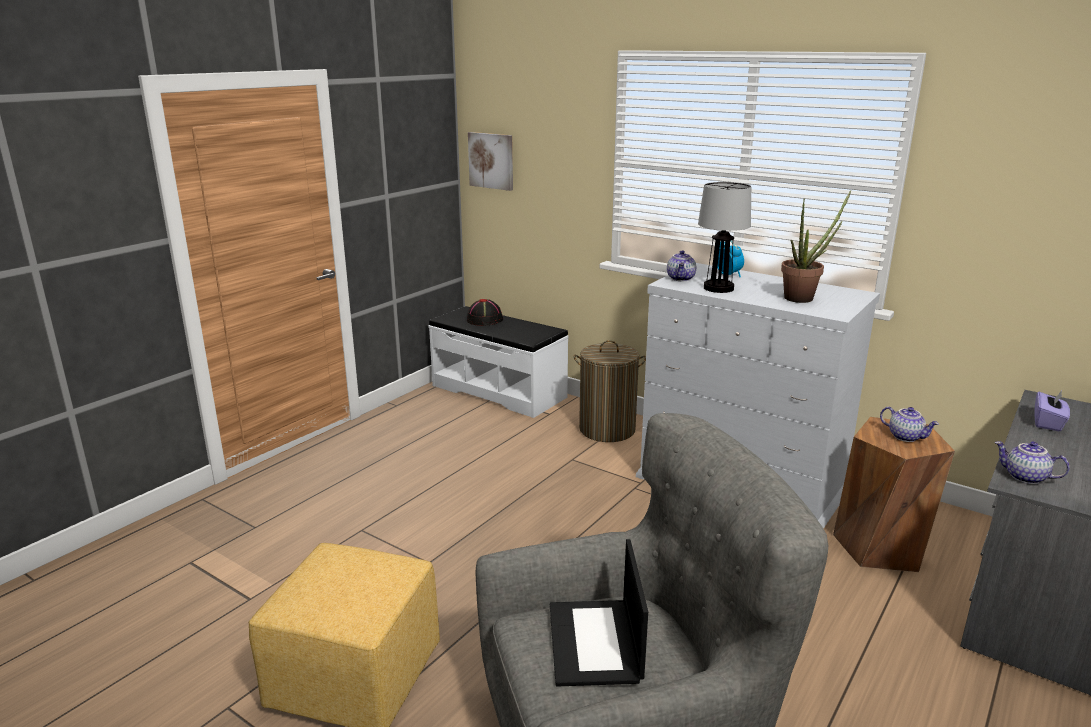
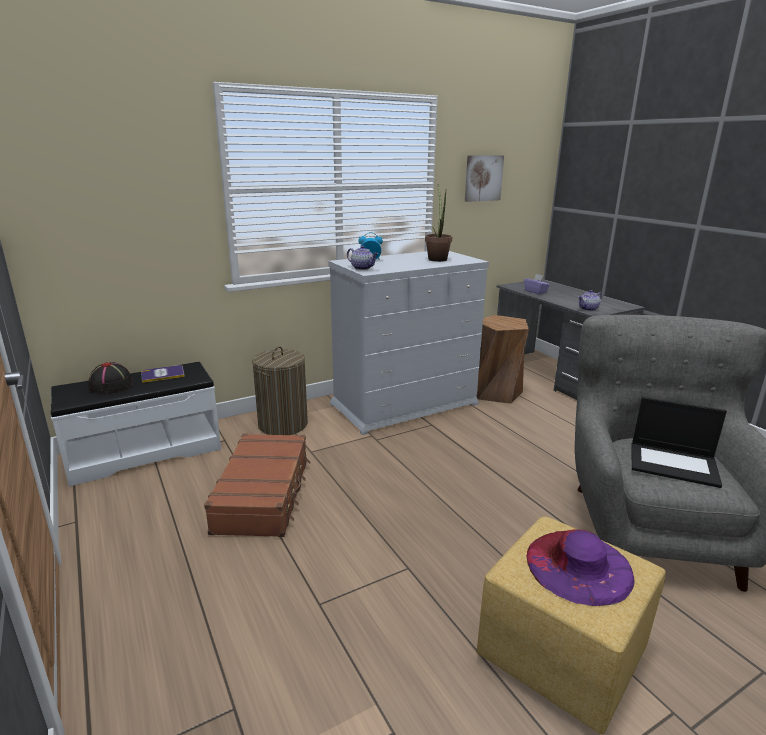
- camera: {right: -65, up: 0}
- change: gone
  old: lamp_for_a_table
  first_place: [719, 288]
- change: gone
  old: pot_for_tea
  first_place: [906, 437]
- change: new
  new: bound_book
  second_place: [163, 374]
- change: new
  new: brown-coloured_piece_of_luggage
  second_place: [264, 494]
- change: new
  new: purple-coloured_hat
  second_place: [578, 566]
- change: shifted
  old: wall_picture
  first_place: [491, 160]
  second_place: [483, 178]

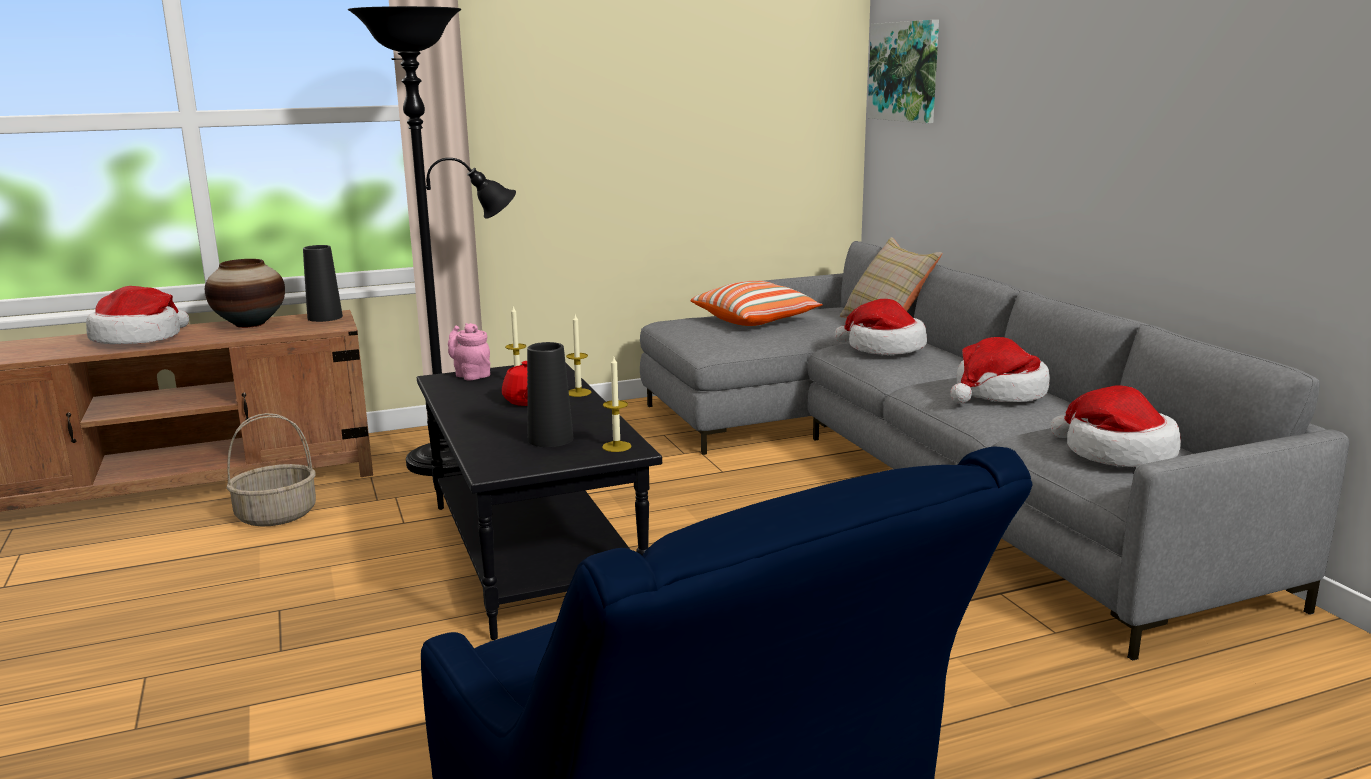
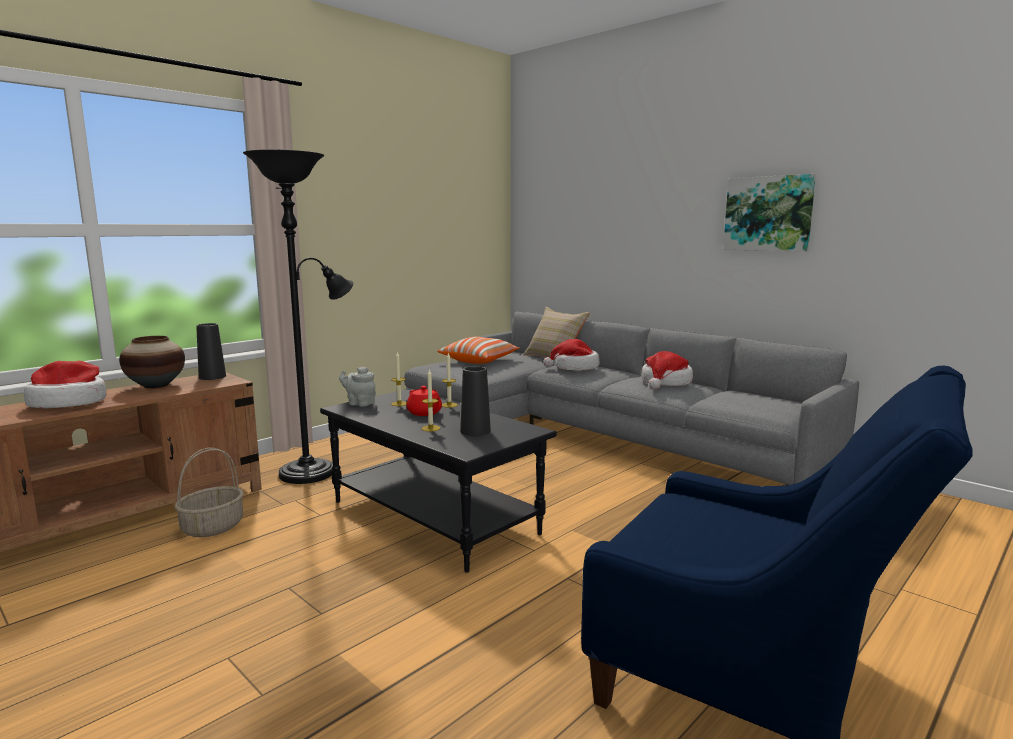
- camera: {right: -25, up: -5}
- change: gone
  old: hat
  first_place: [1116, 453]
- change: shifted
  old: candle
  first_place: [616, 446]
  second_place: [430, 428]
- change: shifted
  old: wall_picture
  first_place: [905, 71]
  second_place: [768, 213]
- change: repainted
  old: pink_pot_for_tea
  new: gray_pot_for_tea
  first_place: [471, 375]
  second_place: [359, 403]

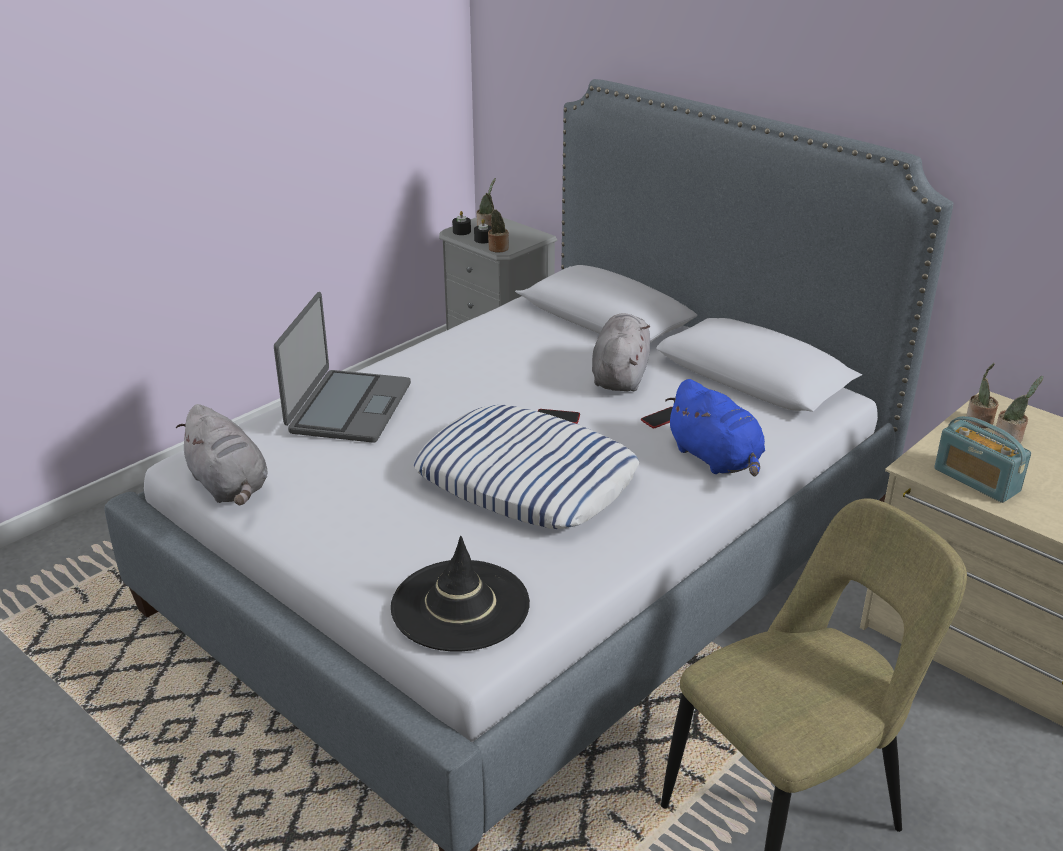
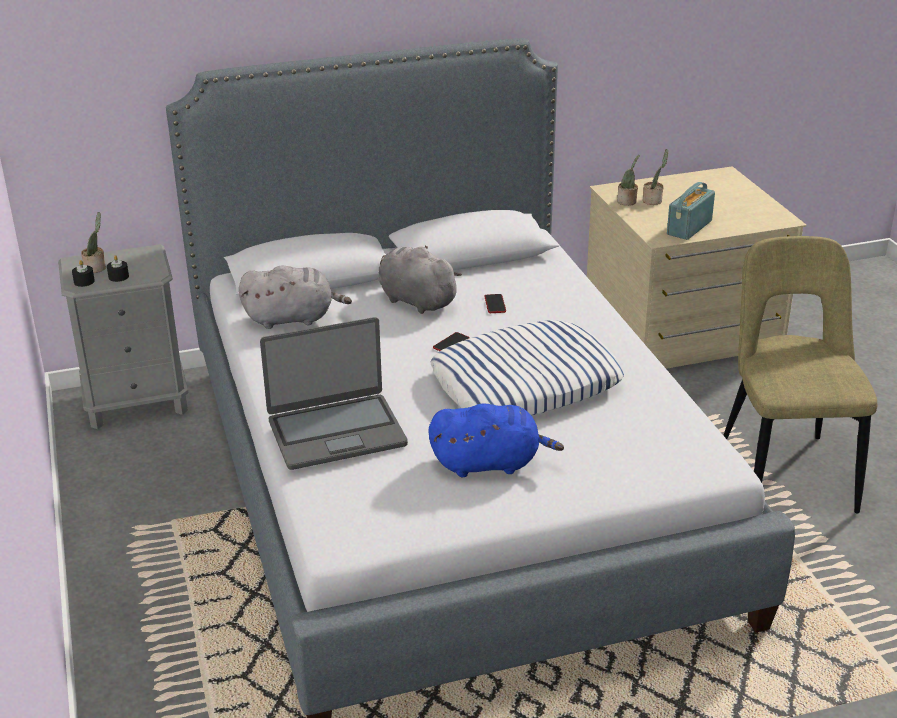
- camera: {right: -60, up: 0}
- change: gone
  old: black_hat
  first_place: [460, 606]
- change: gone
  old: potted_plant
  first_place: [497, 248]
- change: shifted
  old: gray_plush_toy
  first_place: [229, 486]
  second_place: [293, 318]
- change: shifted
  old: blue-coloured_plush_toy
  first_place: [716, 459]
  second_place: [490, 463]
- change: rotated
  old: laptop
  first_place: [348, 408]
  second_place: [336, 432]
  degrees: 120
- change: rotated
  old: radio_receiver
  first_place: [976, 480]
  second_place: [689, 227]
  degrees: 135

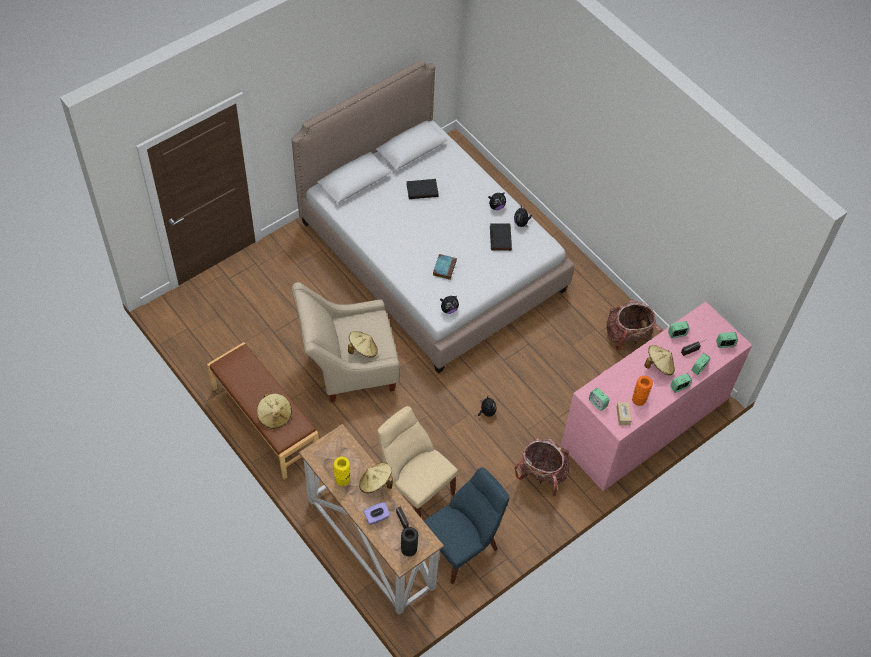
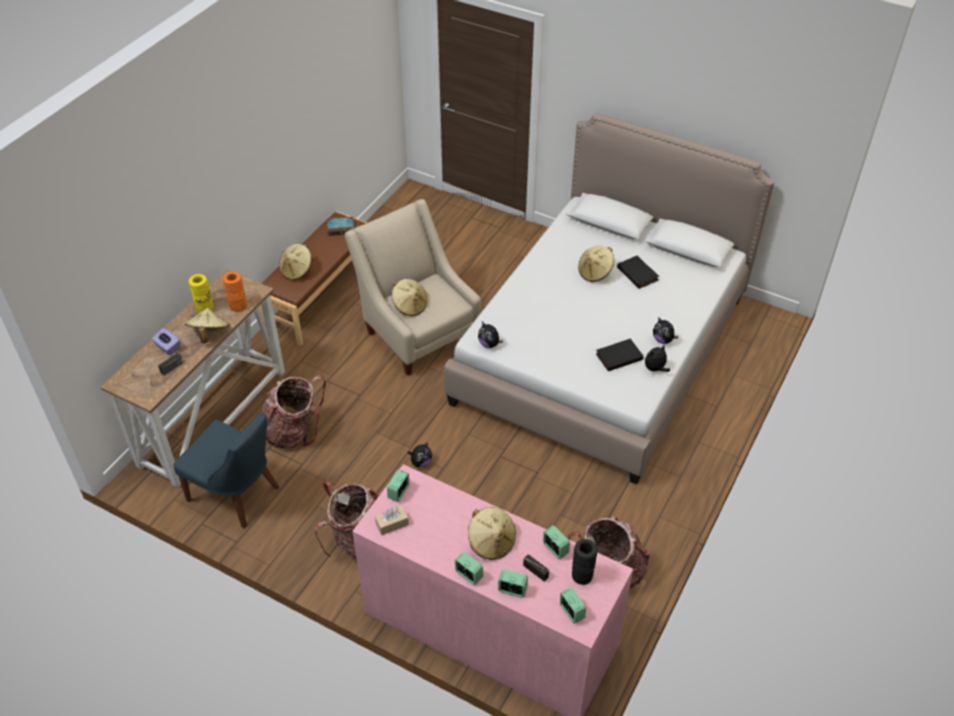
- camera: {right: 70, up: -10}
- change: new
  new: sand-coloured_hat
  second_place: [595, 272]
- change: shifted
  old: black_flower_vase
  first_place: [409, 549]
  second_place: [582, 575]
- change: shifted
  old: bound_book
  first_place: [444, 267]
  second_place: [341, 228]
- change: shifted
  old: orangey_flower_vase
  first_place: [639, 399]
  second_place: [238, 306]
- change: swapped
  old: sand-coloured_chair
  new: backpack
  first_place: [414, 487]
  second_place: [294, 431]

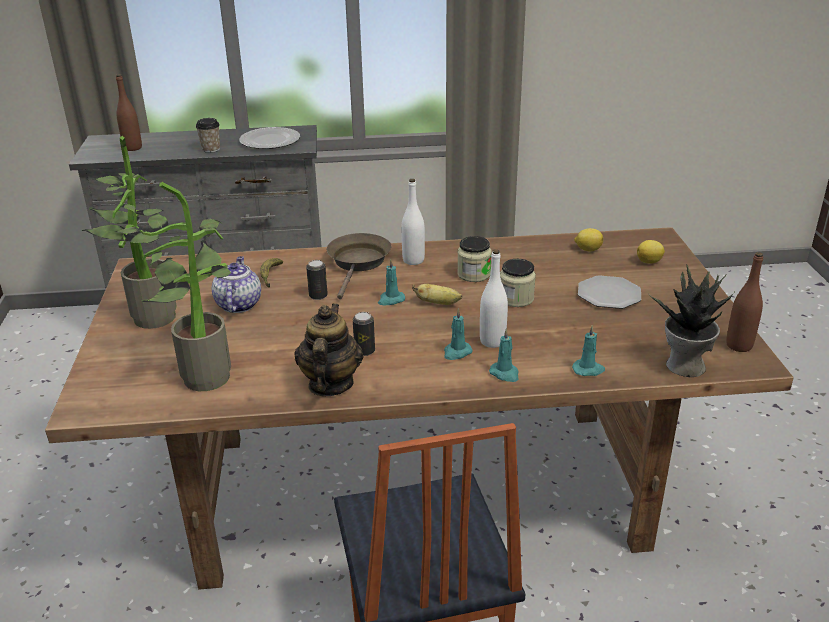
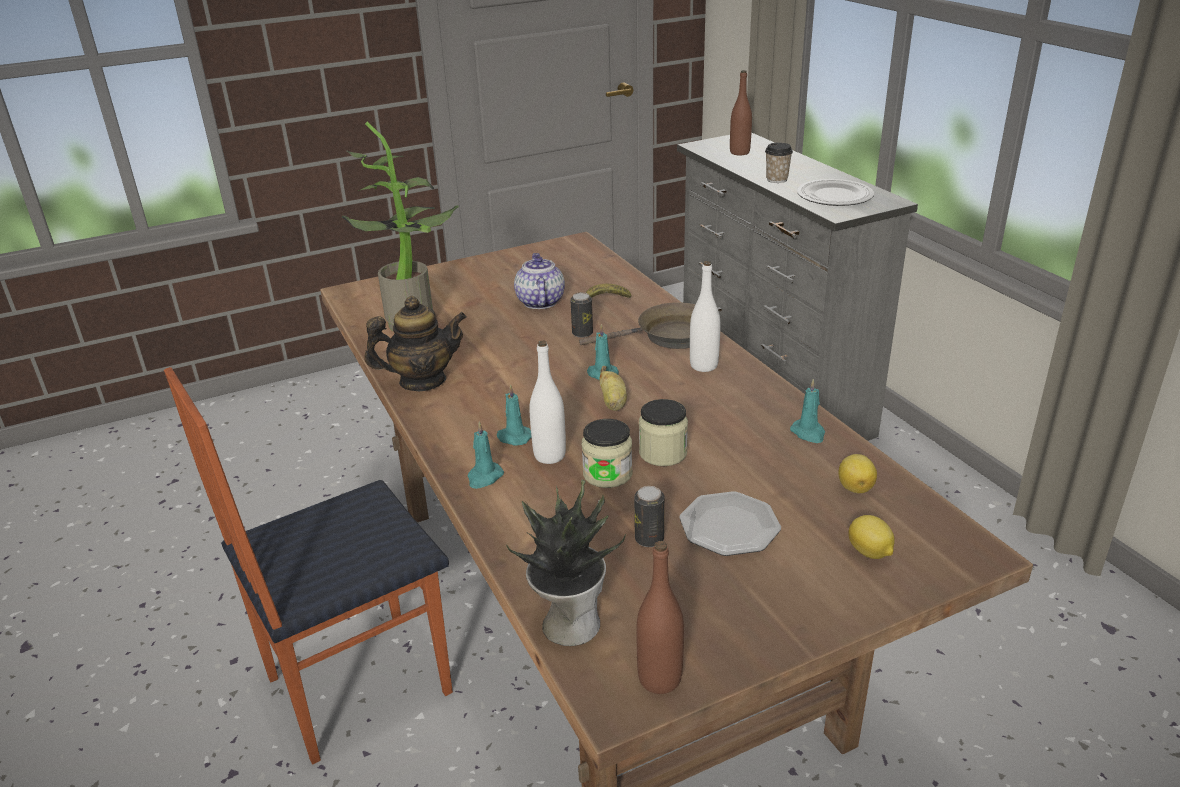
- camera: {right: 70, up: 0}
- change: gone
  old: potted_plant
  first_place: [147, 318]
- change: shifted
  old: sealed_can
  first_place: [364, 351]
  second_place: [649, 539]
- change: shifted
  old: preserve_jar
  first_place: [474, 274]
  second_place: [607, 474]
- change: shifted
  old: turquoise_candle
  first_place: [588, 369]
  second_place: [808, 433]
- change: rotated
  old: pot_for_tea
  first_place: [238, 304]
  second_place: [539, 301]
  degrees: -75

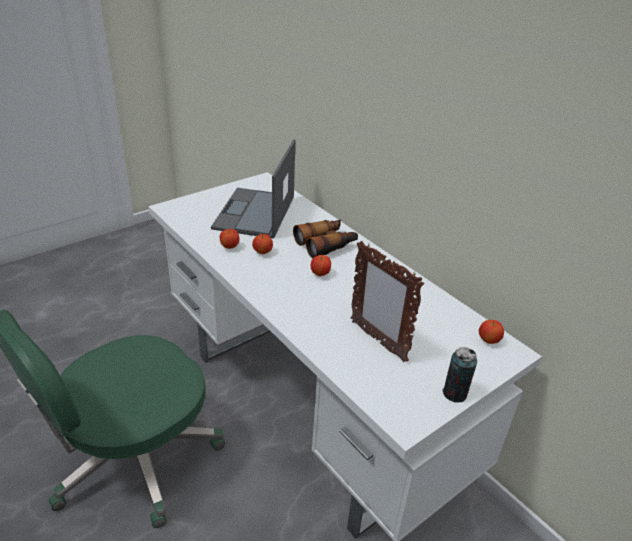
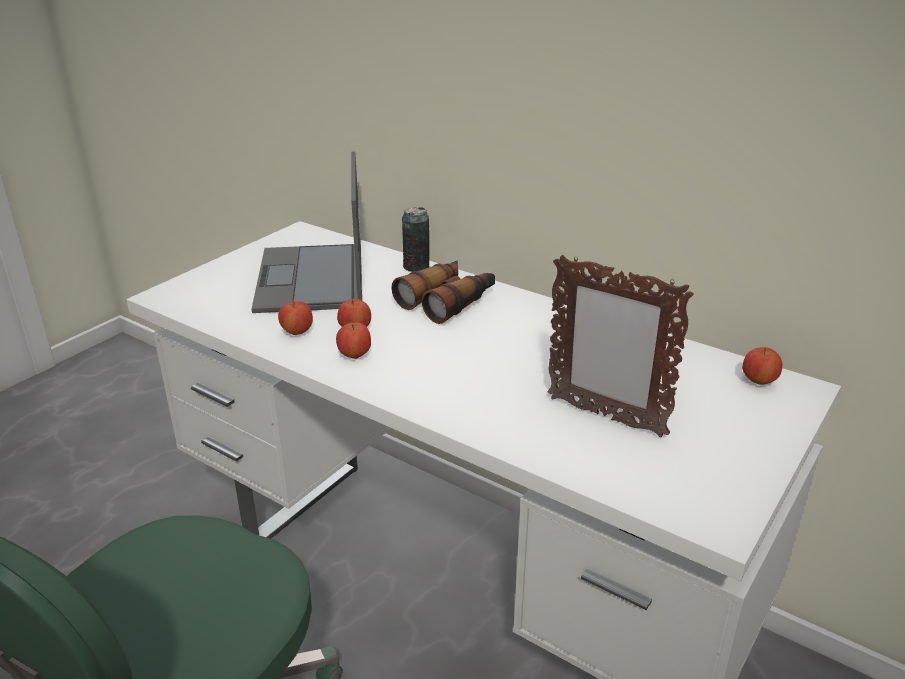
- camera: {right: -15, up: -5}
- change: shifted
  old: apple
  first_place: [320, 274]
  second_place: [355, 355]
- change: shifted
  old: sealed_can
  first_place: [454, 393]
  second_place: [416, 267]

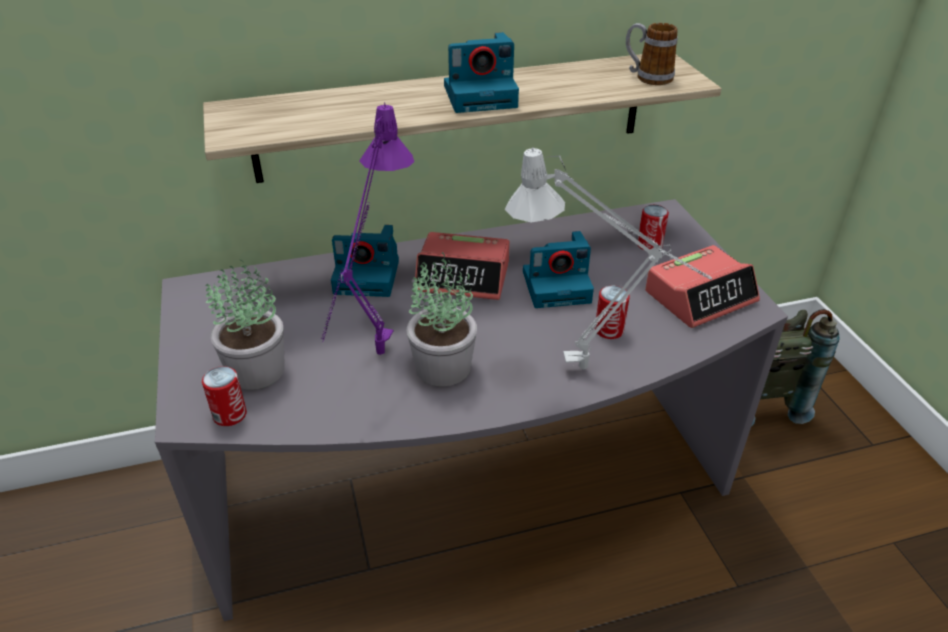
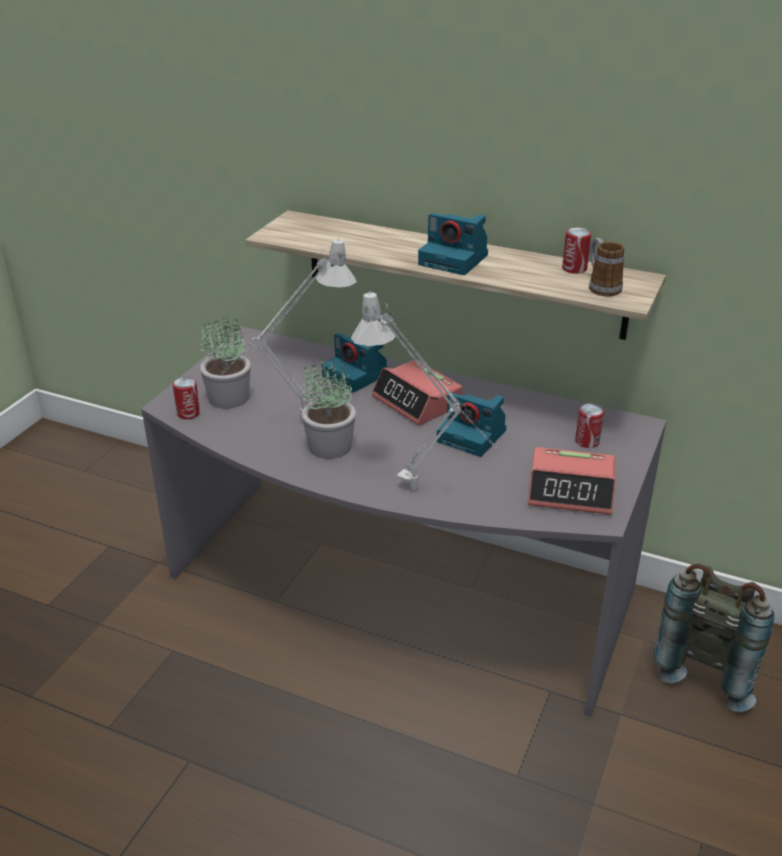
- camera: {right: 40, up: -5}
- change: shifted
  old: sealed_can
  first_place: [609, 330]
  second_place: [574, 268]
- change: repainted
  old: purple-coloured_lamp_for_a_table
  new: gray_lamp_for_a_table
  first_place: [376, 363]
  second_place: [295, 425]

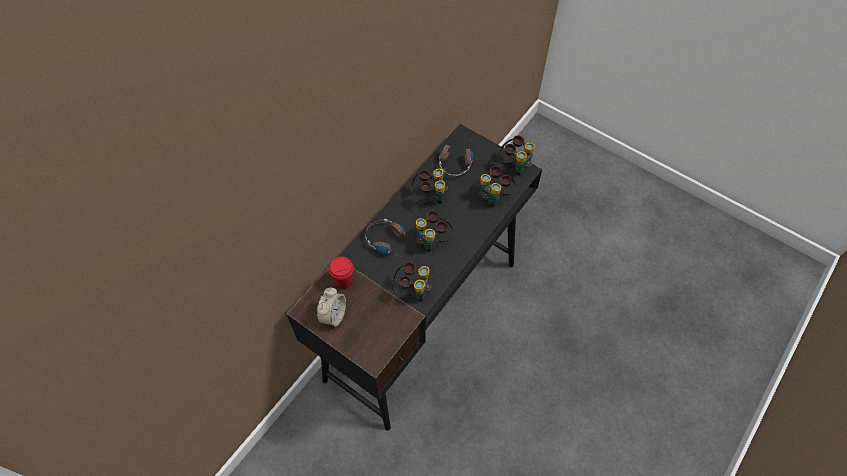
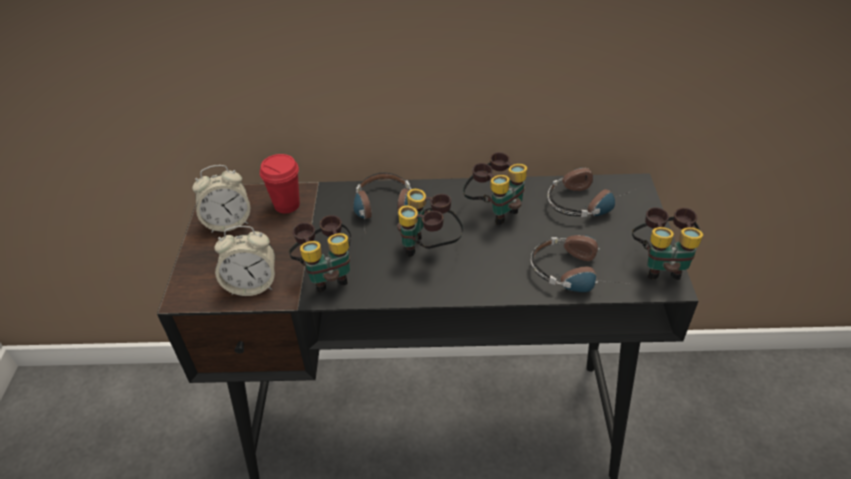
- camera: {right: 55, up: -15}
- change: new
  new: bedside_clock
  second_place: [252, 284]
- change: swapped
  old: binoculars
  new: headphones
  first_place: [494, 196]
  second_place: [578, 272]

